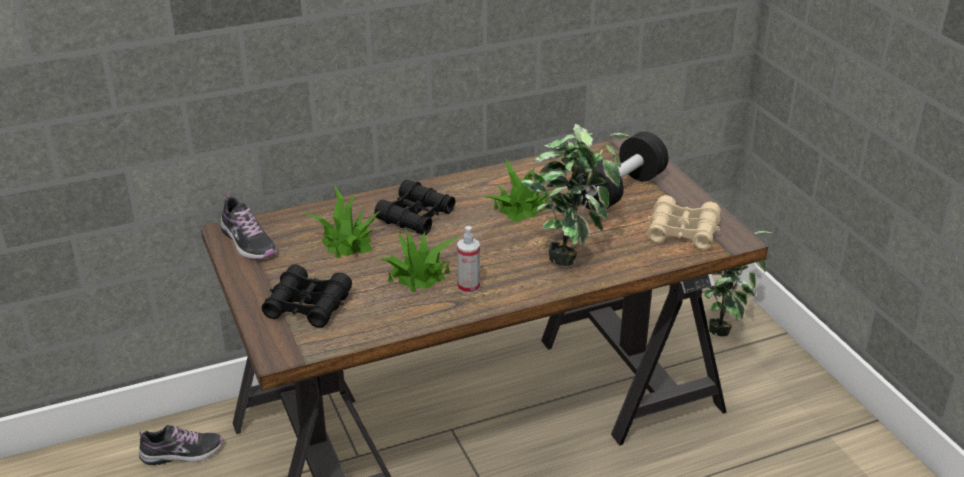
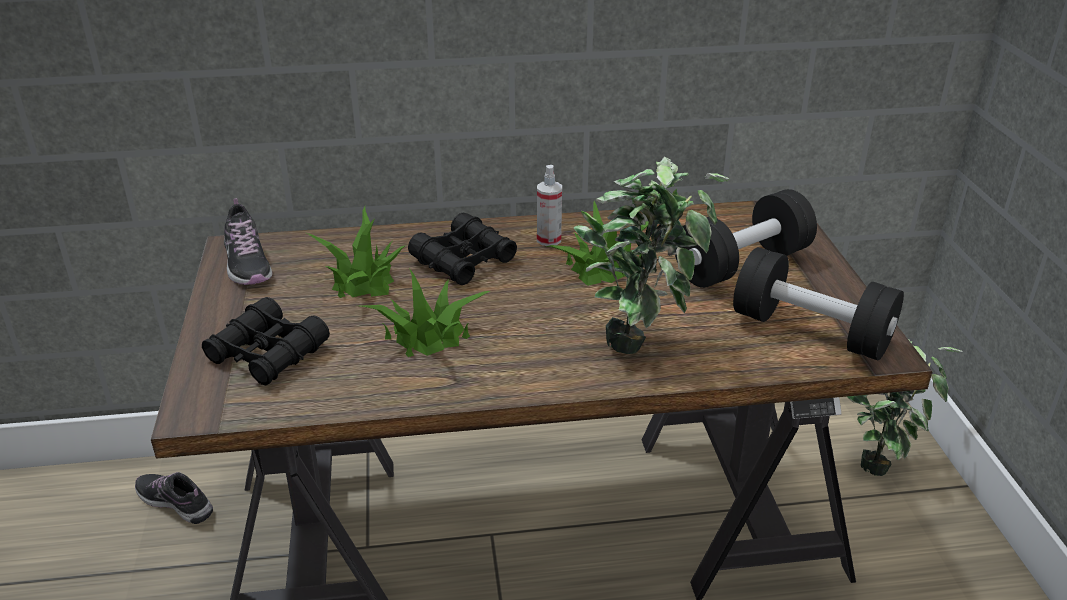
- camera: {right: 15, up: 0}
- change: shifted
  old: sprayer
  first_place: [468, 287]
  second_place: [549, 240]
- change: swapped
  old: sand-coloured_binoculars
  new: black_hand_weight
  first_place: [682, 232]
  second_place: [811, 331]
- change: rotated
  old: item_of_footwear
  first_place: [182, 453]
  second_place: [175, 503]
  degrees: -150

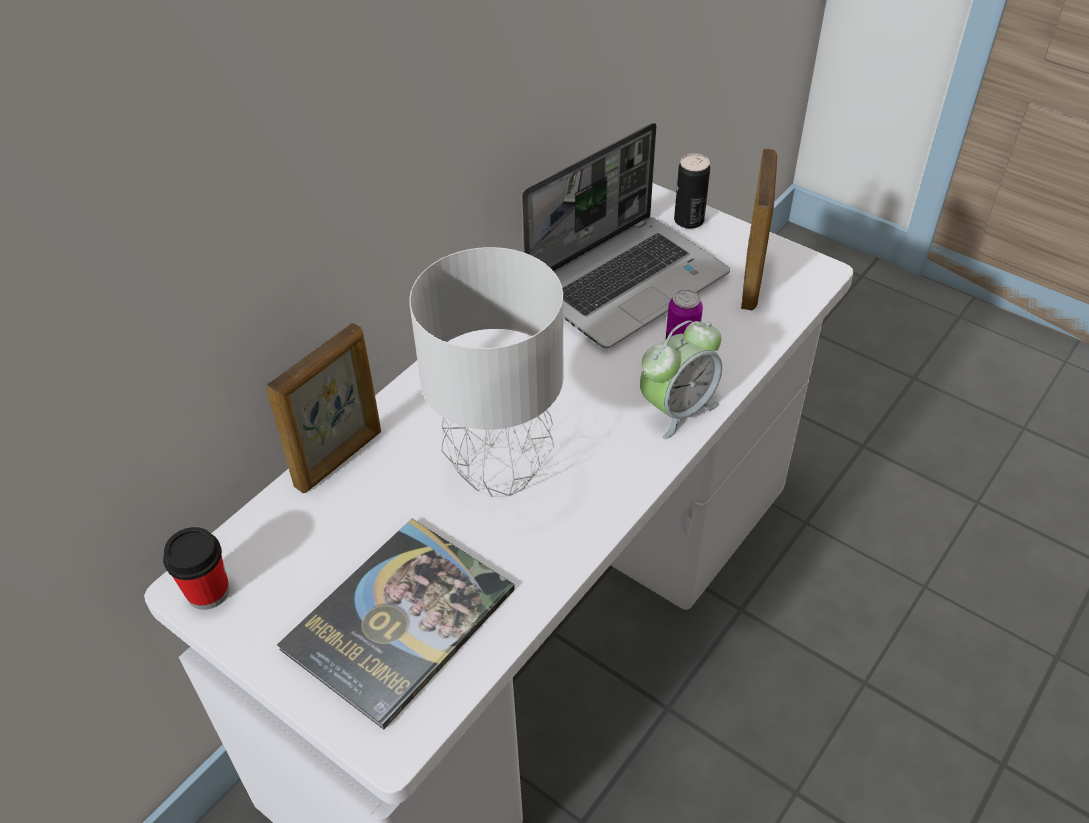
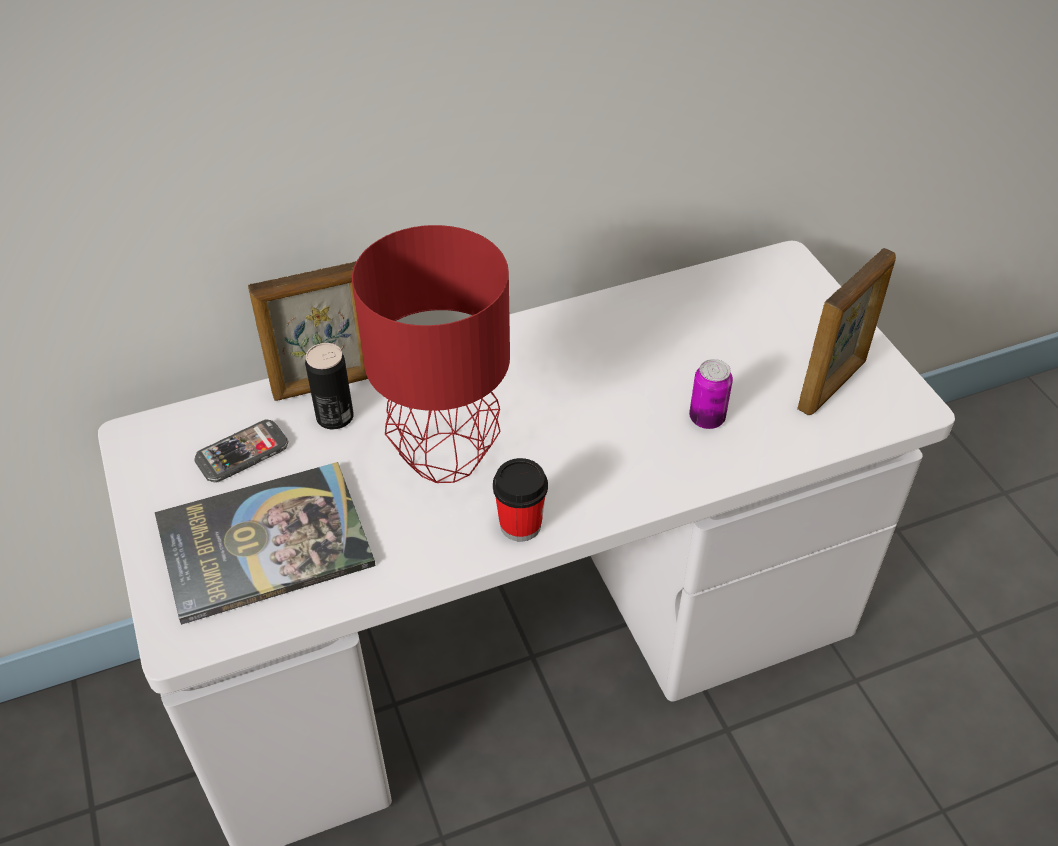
- camera: {right: 30, up: 0}
- change: gone
  old: laptop
  first_place: [627, 281]
- change: gone
  old: bedside_clock
  first_place: [677, 409]
- change: new
  new: handset
  second_place: [242, 453]
- change: shifted
  old: small_cup
  first_place: [208, 592]
  second_place: [520, 525]
- change: shifted
  old: sealed_can
  first_place: [689, 220]
  second_place: [335, 417]
- change: repainted
  old: gray_lamp_for_a_table
  new: reddish_lamp_for_a_table
  first_place: [502, 470]
  second_place: [448, 457]

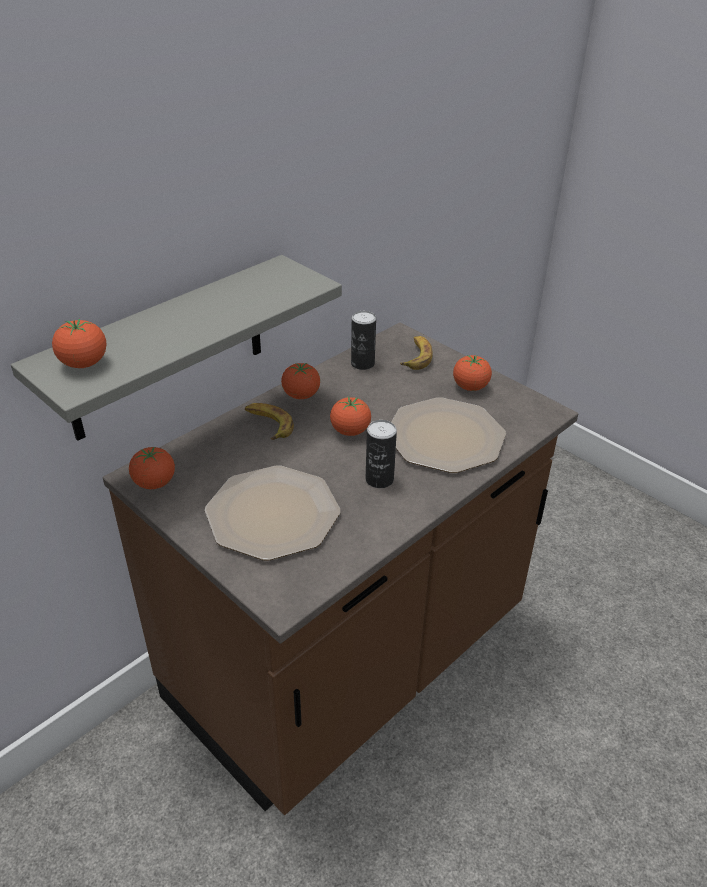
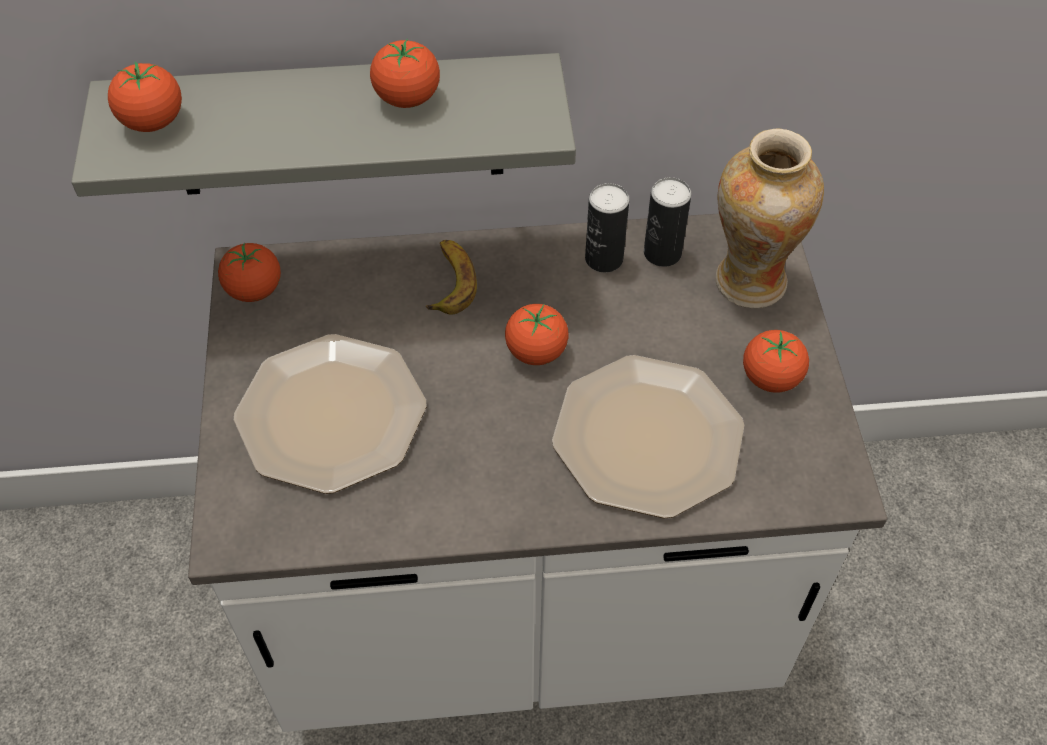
- camera: {right: 40, up: 15}
- change: shifted
  old: fresh_tomato
  first_place: [301, 395]
  second_place: [407, 99]
- change: shifted
  old: sealed_can
  first_place: [379, 479]
  second_place: [604, 259]
- change: swapped
  old: whole_banana
  new: flower_vase
  first_place: [416, 356]
  second_place: [749, 282]
- change: repainted
  old: brown-coloured_counter
  new: white-coloured_counter
  first_place: [349, 661]
  second_place: [523, 606]

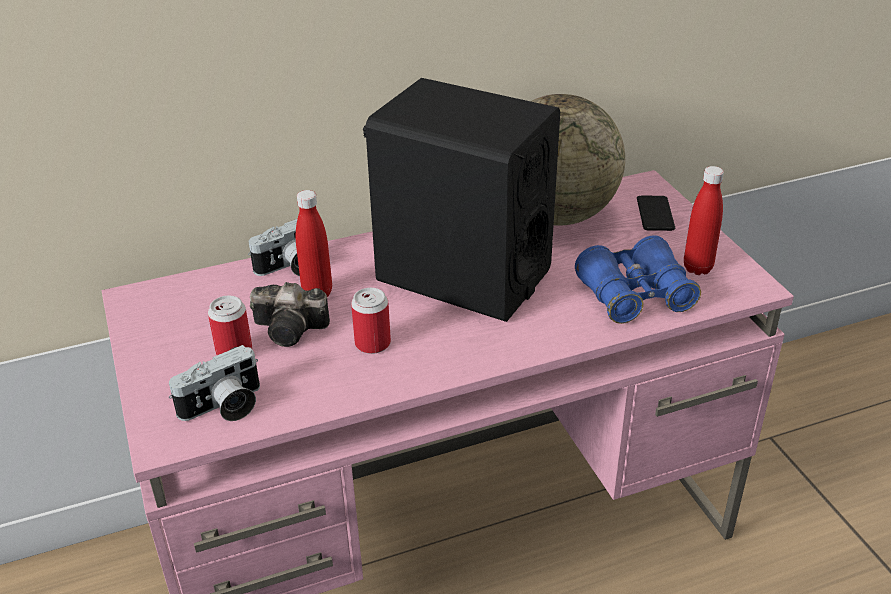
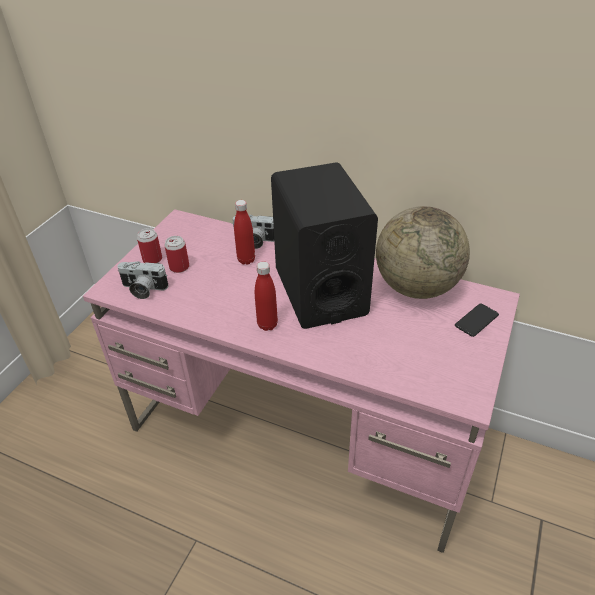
- camera: {right: 45, up: 5}
- change: gone
  old: photo_camera
  first_place: [293, 329]
- change: gone
  old: blue-coloured_binoculars
  first_place: [635, 295]
- change: shifted
  old: sealed_can
  first_place: [372, 343]
  second_place: [152, 259]
- change: shifted
  old: reddish_bottle
  first_place: [697, 268]
  second_place: [267, 325]

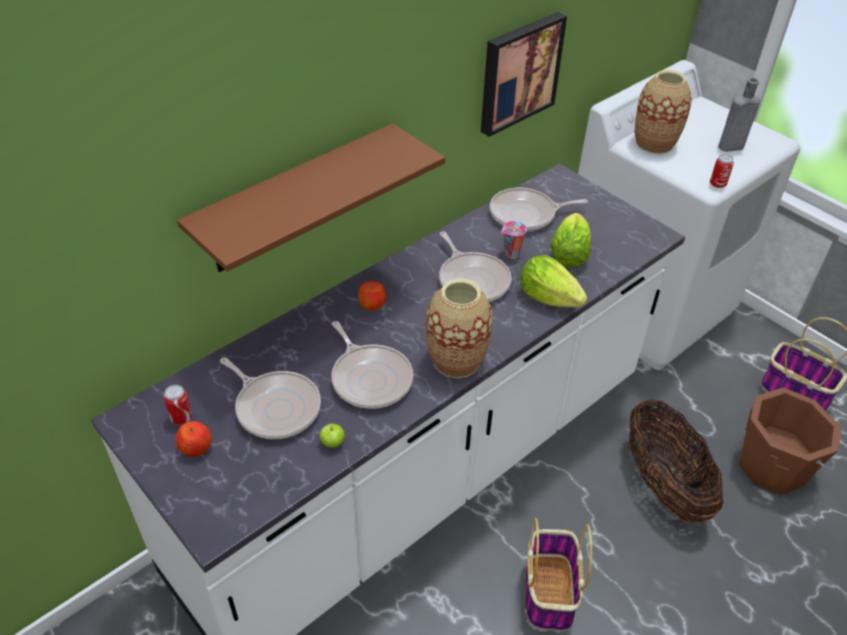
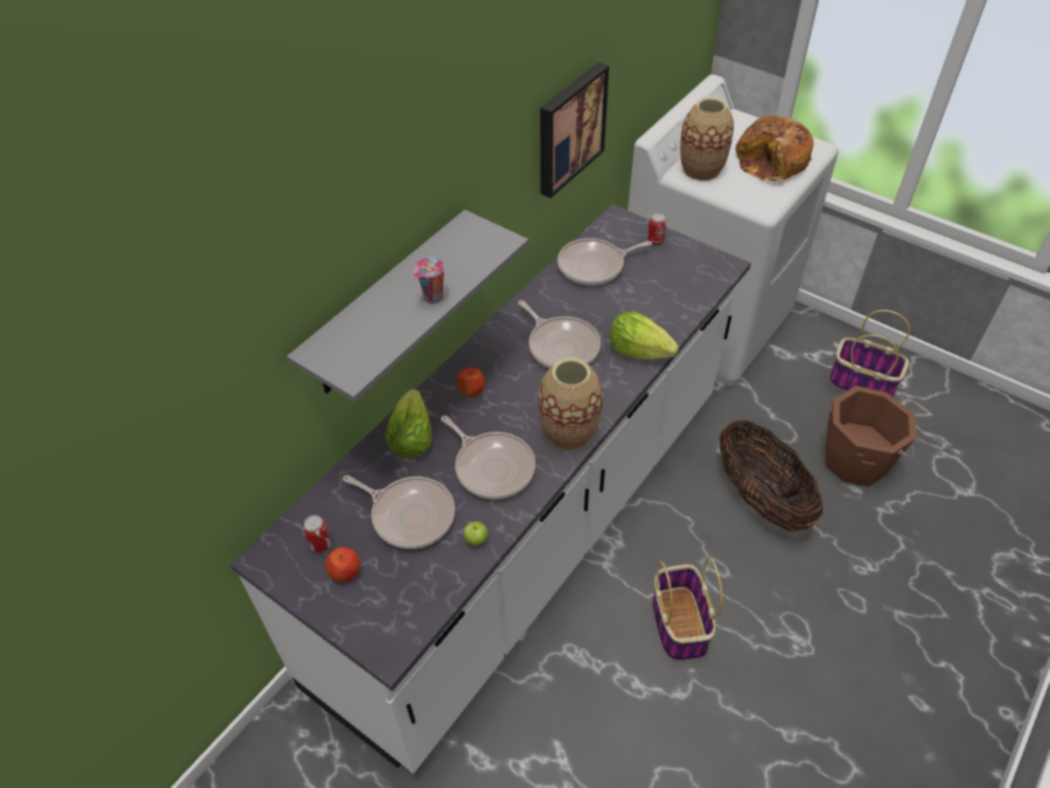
- camera: {right: -10, up: 5}
- change: shifted
  old: small_cup
  first_place: [511, 254]
  second_place: [433, 298]
- change: shifted
  old: lettuce
  first_place: [569, 254]
  second_place: [411, 438]
- change: shifted
  old: sealed_can
  first_place: [717, 184]
  second_place: [655, 241]
- change: swapped
  old: gray_bottle
  new: baked_bread
  first_place: [729, 147]
  second_place: [773, 161]
- change: repainted
  old: brown-coloured_bracket_shelf
  new: gray_bracket_shelf
  first_place: [296, 200]
  second_place: [387, 306]

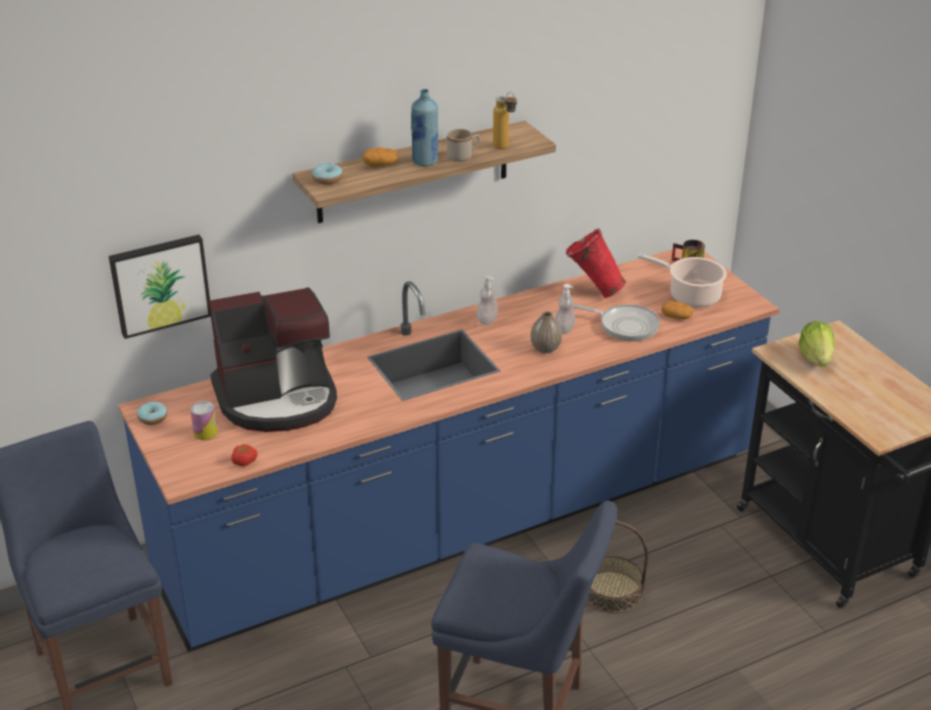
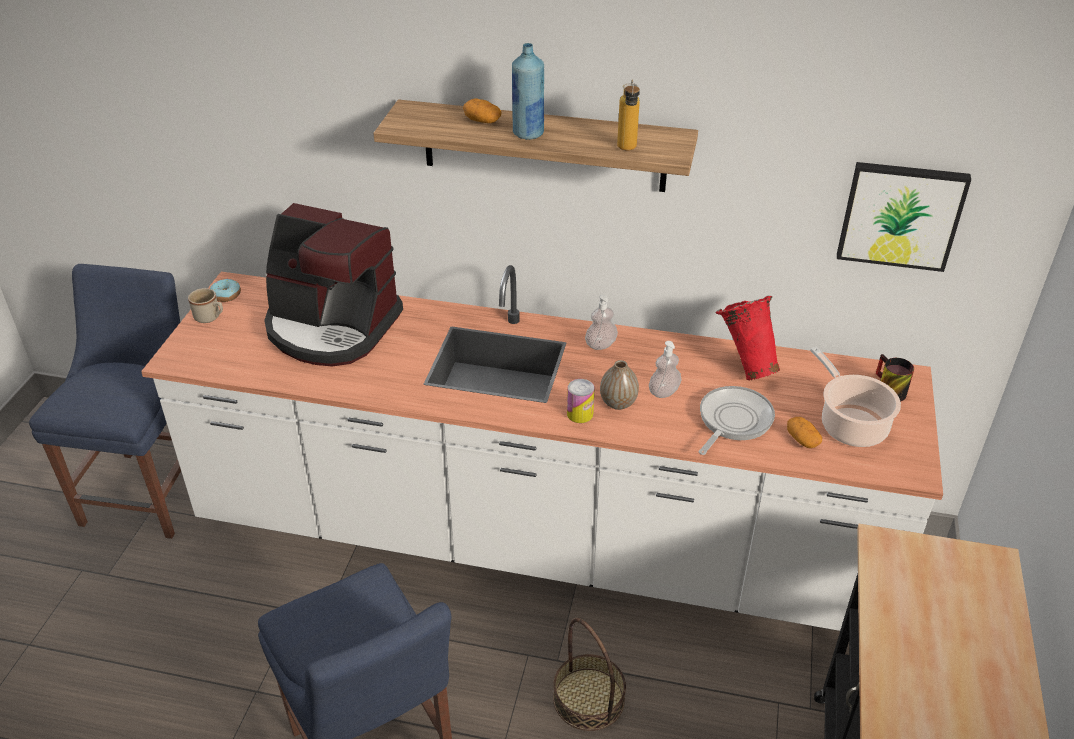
- camera: {right: 40, up: 5}
- change: gone
  old: fresh_tomato
  first_place: [244, 461]
- change: gone
  old: doughnut
  first_place: [327, 179]
- change: gone
  old: lettuce
  first_place: [816, 358]
- change: shifted
  old: wall_picture
  first_place: [160, 284]
  second_place: [900, 215]
- change: shifted
  old: sealed_can
  first_place: [205, 433]
  second_place: [580, 414]
- change: shifted
  old: sand-coloured_tea_mug
  first_place: [463, 156]
  second_place: [210, 318]
- change: repainted
  old: blue-coloured_counter
  new: white-coloured_counter
  first_place: [465, 520]
  second_place: [537, 539]
- change: rotated
  old: frying_pan
  first_place: [625, 325]
  second_place: [732, 421]
  degrees: -120

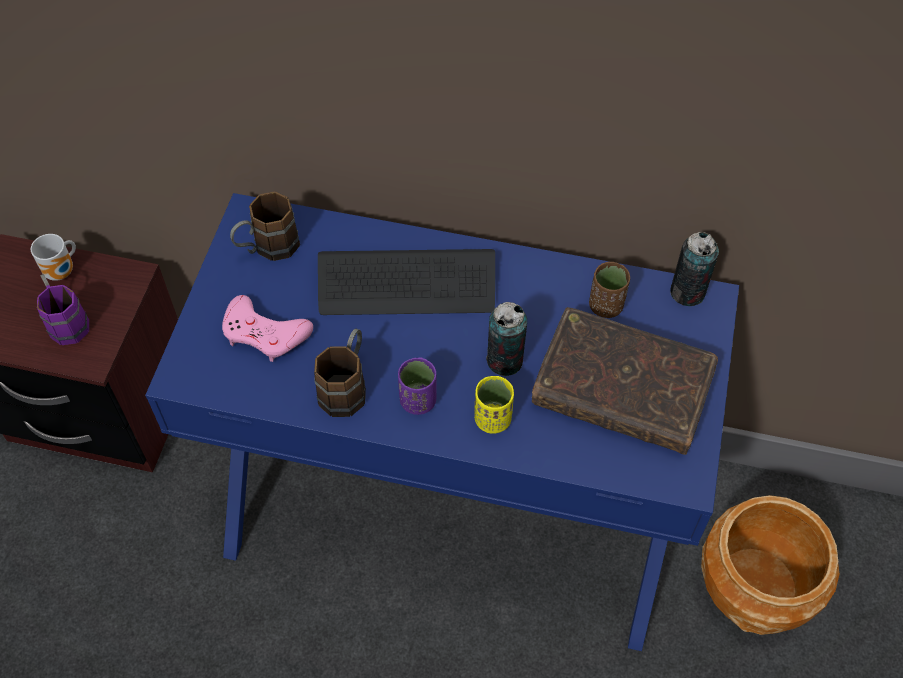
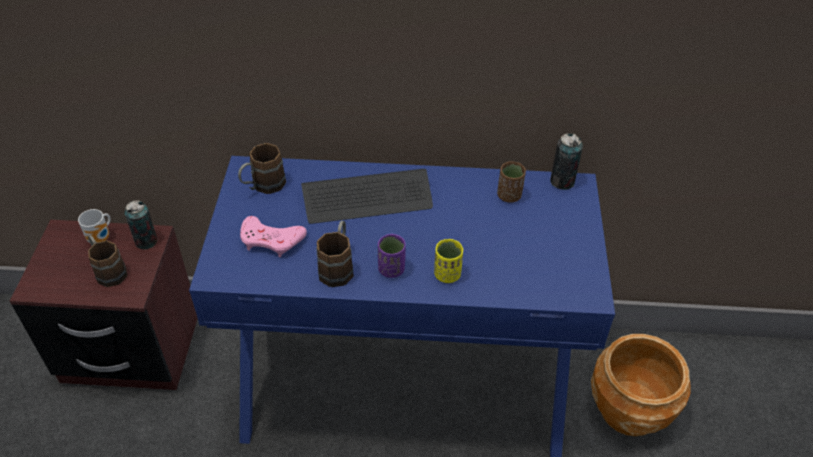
- camera: {right: -10, up: -10}
- change: gone
  old: brown-coloured_bound_book
  first_place: [621, 390]
- change: shifted
  old: sealed_can
  first_place: [505, 361]
  second_place: [146, 241]
- change: repainted
  old: purple-coloured_tea_mug
  new: brown-coloured_tea_mug
  first_place: [65, 321]
  second_place: [108, 270]

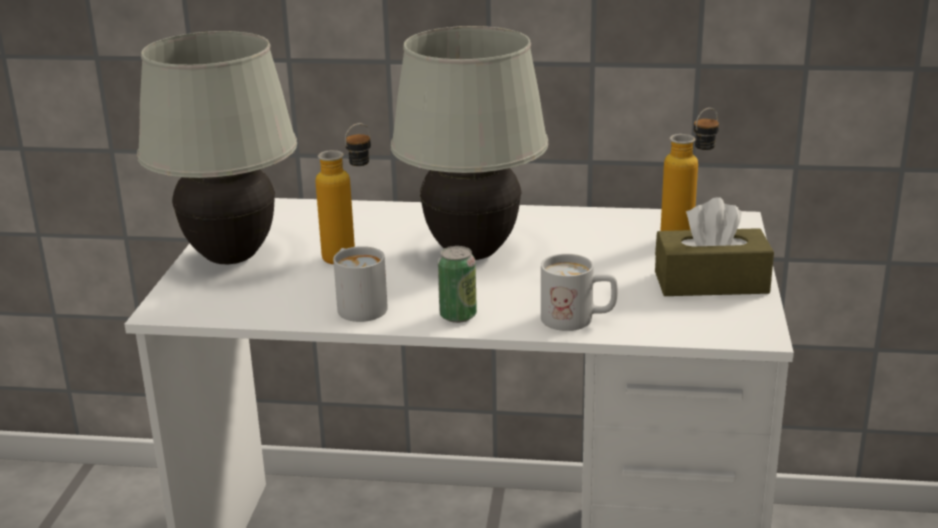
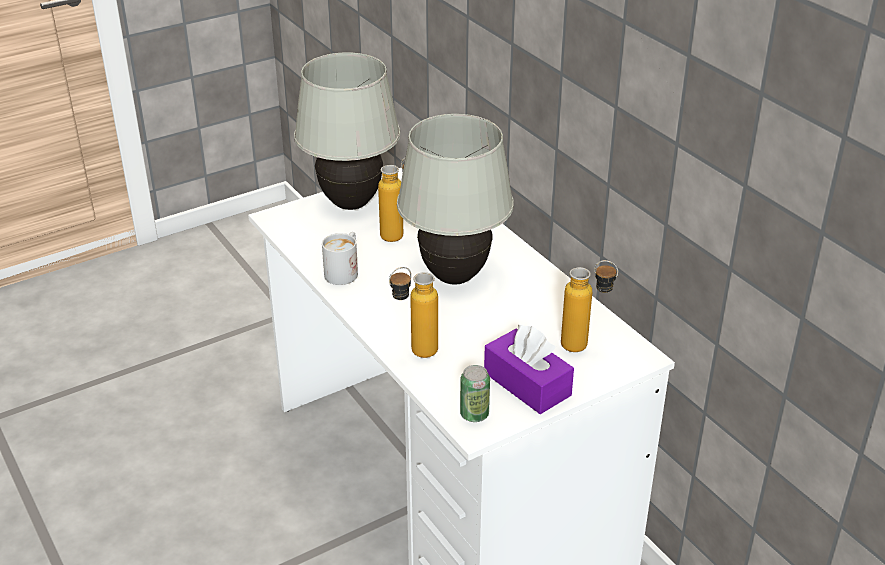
- camera: {right: 50, up: 10}
- change: shifted
  old: sealed_can
  first_place: [458, 316]
  second_place: [474, 414]
- change: swapped
  old: white-coloured_tea_mug
  new: bottle
  first_place: [578, 320]
  second_place: [414, 353]
- change: repainted
  old: brown-coloured_tissue_holder
  new: purple-coloured_tissue_holder
  first_place: [711, 282]
  second_place: [527, 384]

